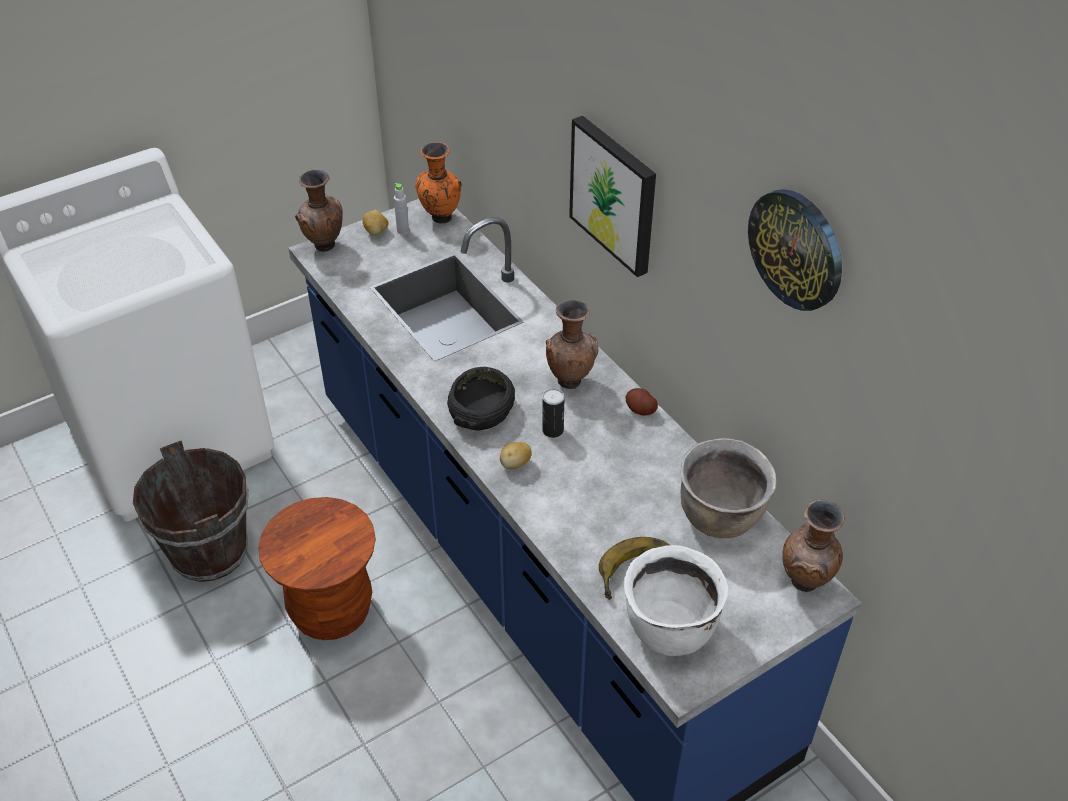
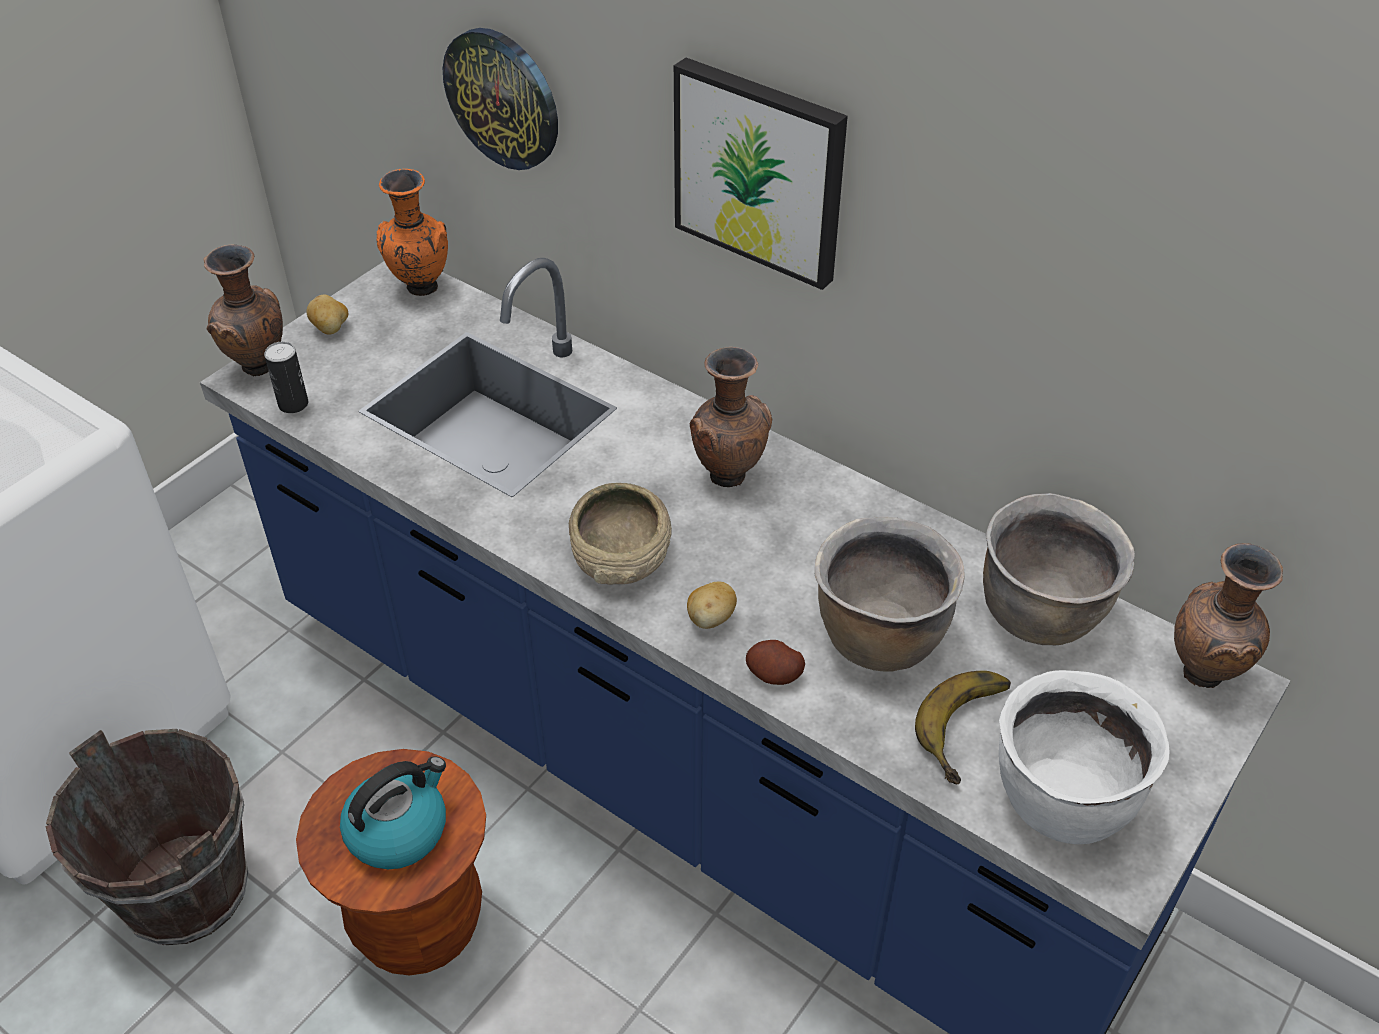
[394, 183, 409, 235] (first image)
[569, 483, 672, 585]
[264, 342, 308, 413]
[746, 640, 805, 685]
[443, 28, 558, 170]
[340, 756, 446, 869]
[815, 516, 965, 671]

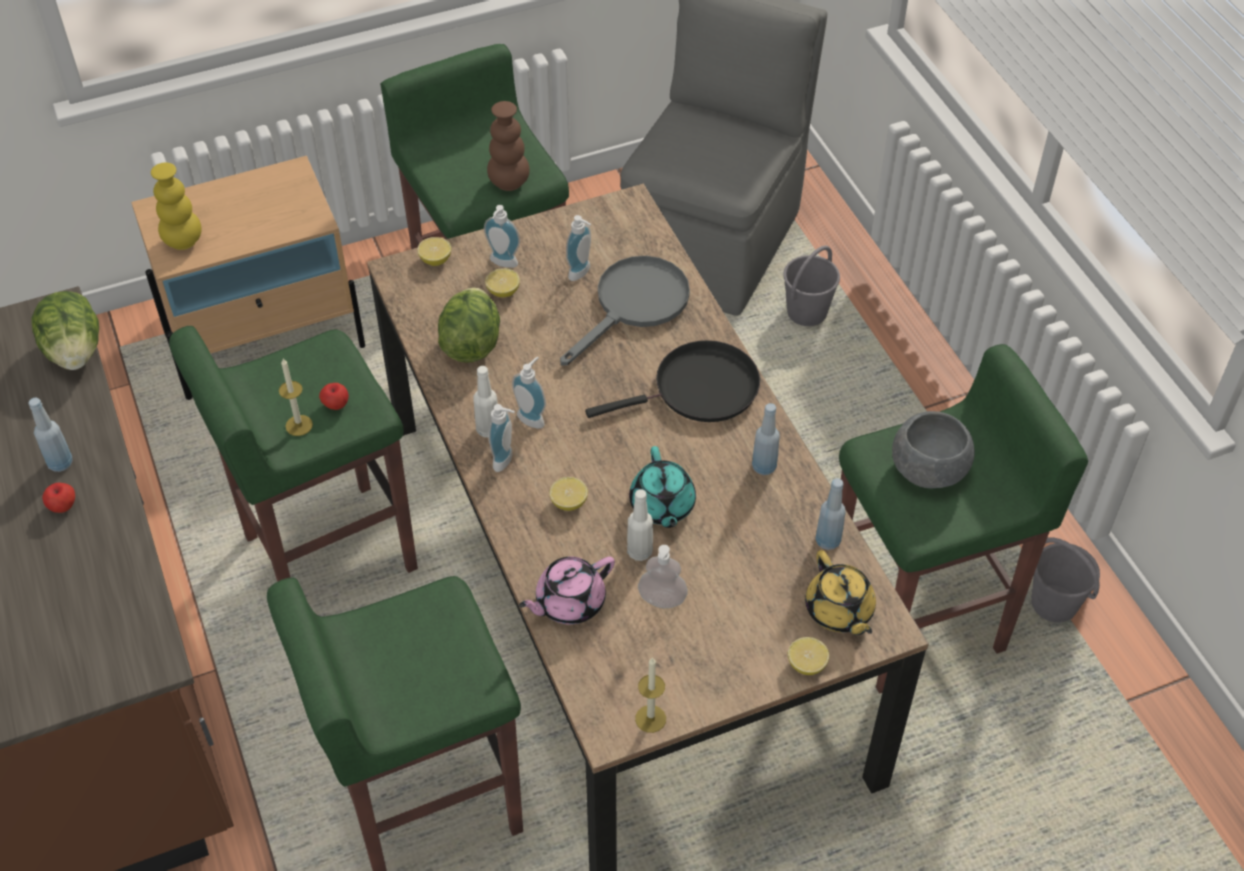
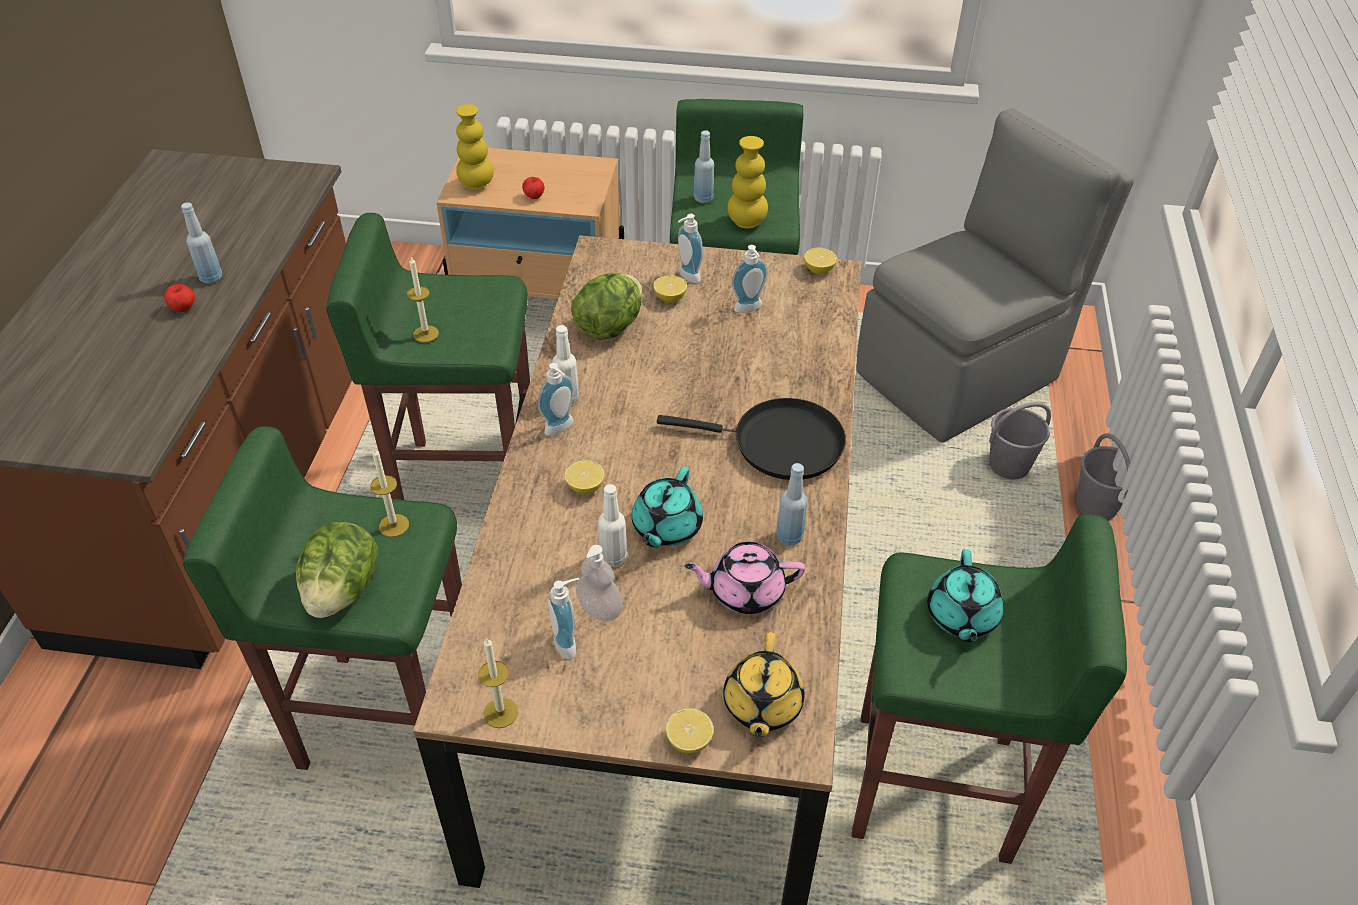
[296, 522, 378, 618]
[522, 177, 545, 199]
[804, 248, 837, 274]
[727, 136, 768, 229]
[548, 578, 579, 659]
[685, 542, 805, 614]
[560, 256, 690, 366] (first image)
[694, 130, 714, 203]
[927, 549, 1004, 642]
[1076, 433, 1130, 520]
[370, 448, 409, 537]

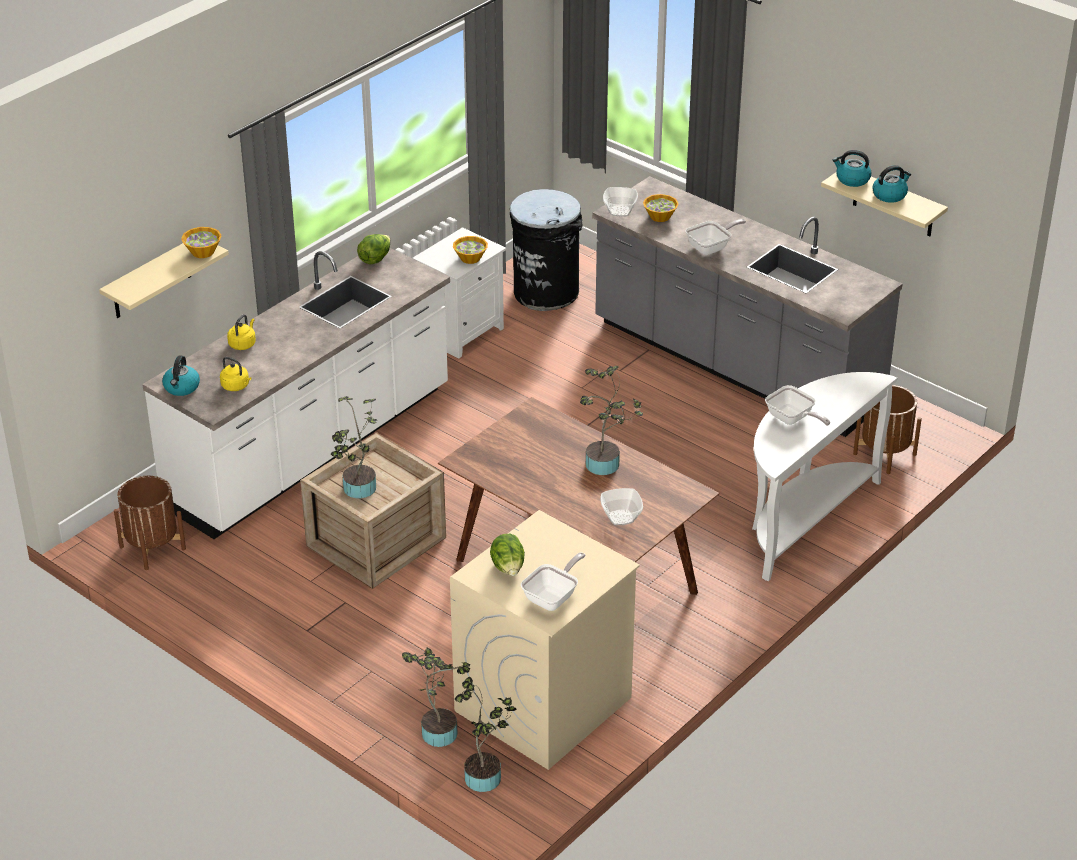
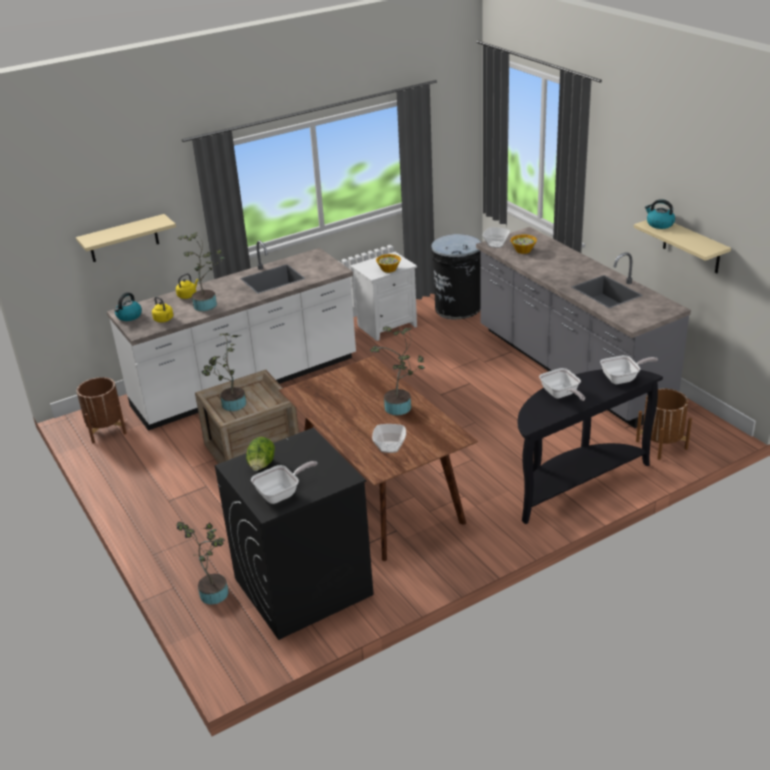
[181, 227, 221, 258] (first image)
[357, 234, 390, 264] (first image)
[215, 428, 374, 640]
[178, 232, 225, 311]
[600, 355, 658, 384]
[518, 369, 663, 524]
[872, 165, 911, 203] (first image)

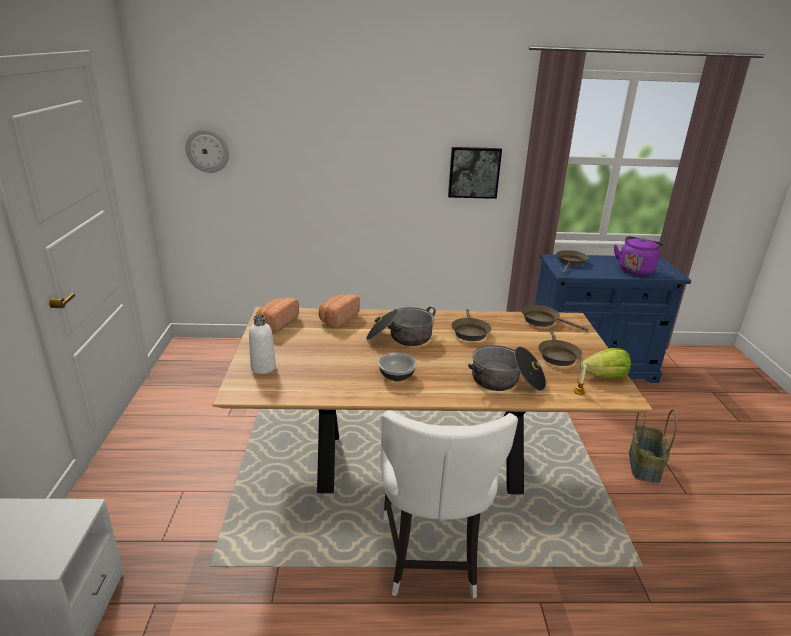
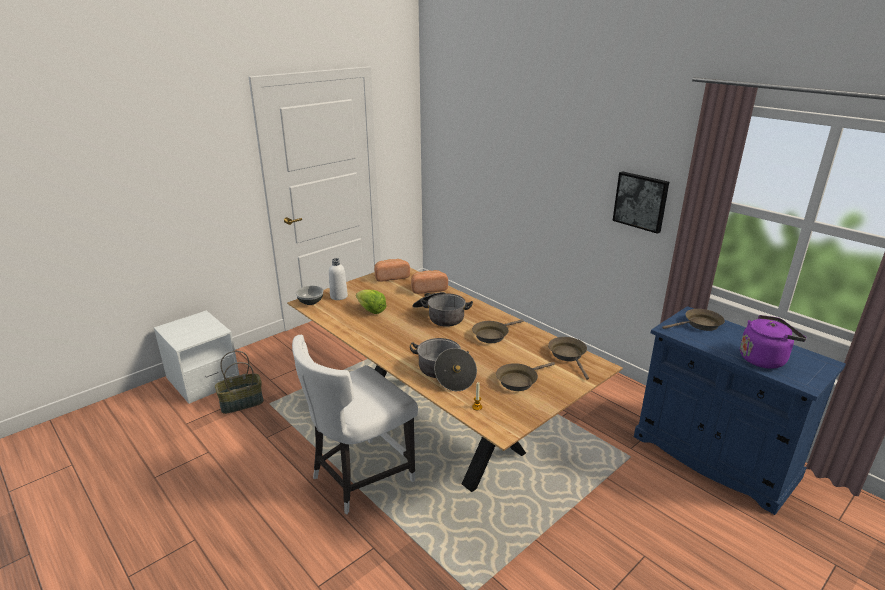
[185, 129, 229, 173] (first image)
[296, 286, 324, 305]
[356, 289, 386, 314]
[215, 351, 264, 414]

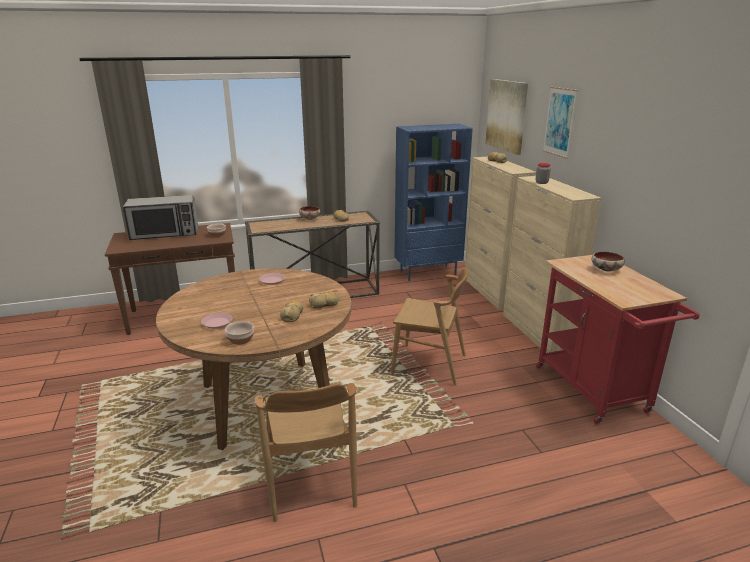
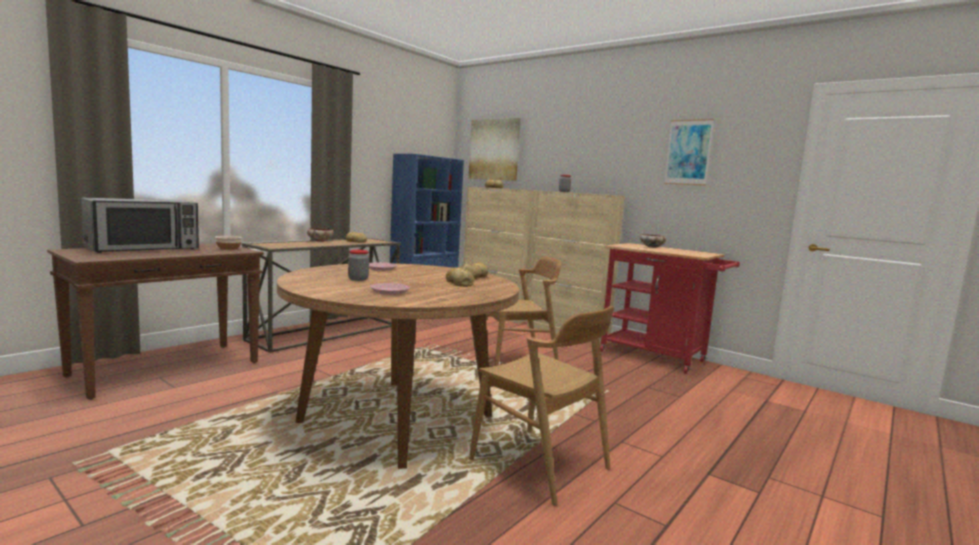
[225, 321, 254, 345] (first image)
[664, 119, 714, 186]
[348, 250, 369, 281]

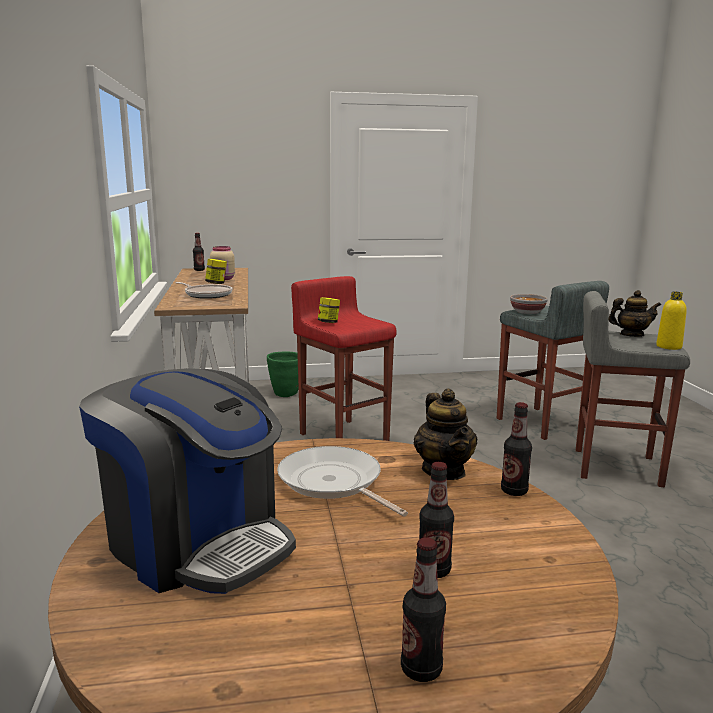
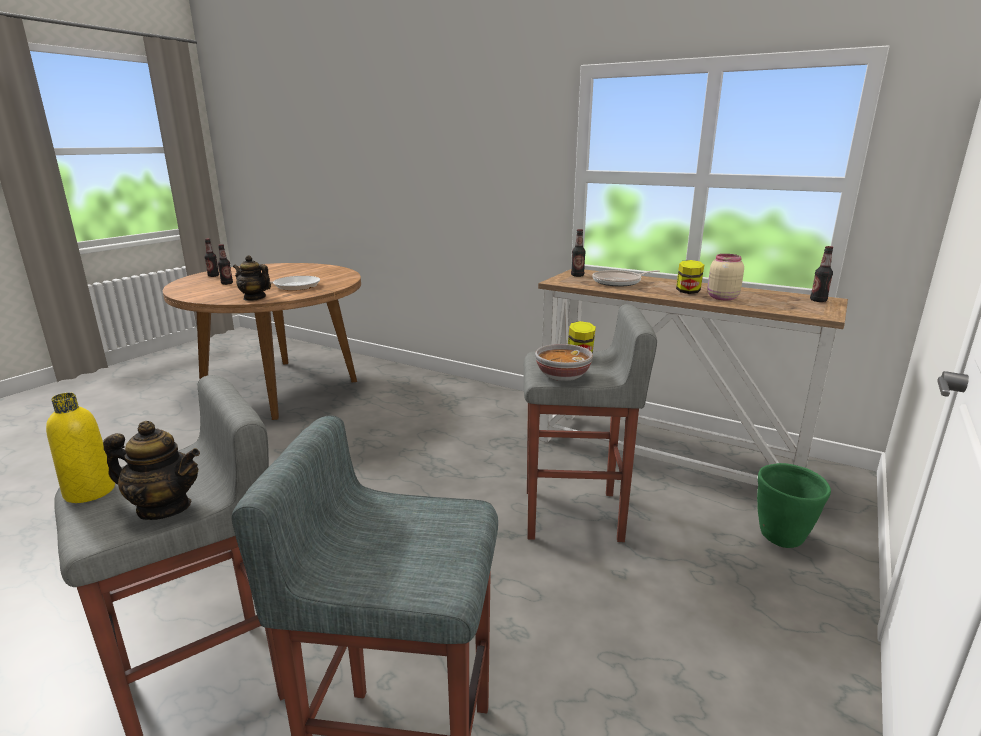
[79, 368, 296, 594] (first image)
[524, 304, 657, 542]
[571, 229, 586, 277]
[535, 344, 593, 381]
[103, 421, 200, 520]

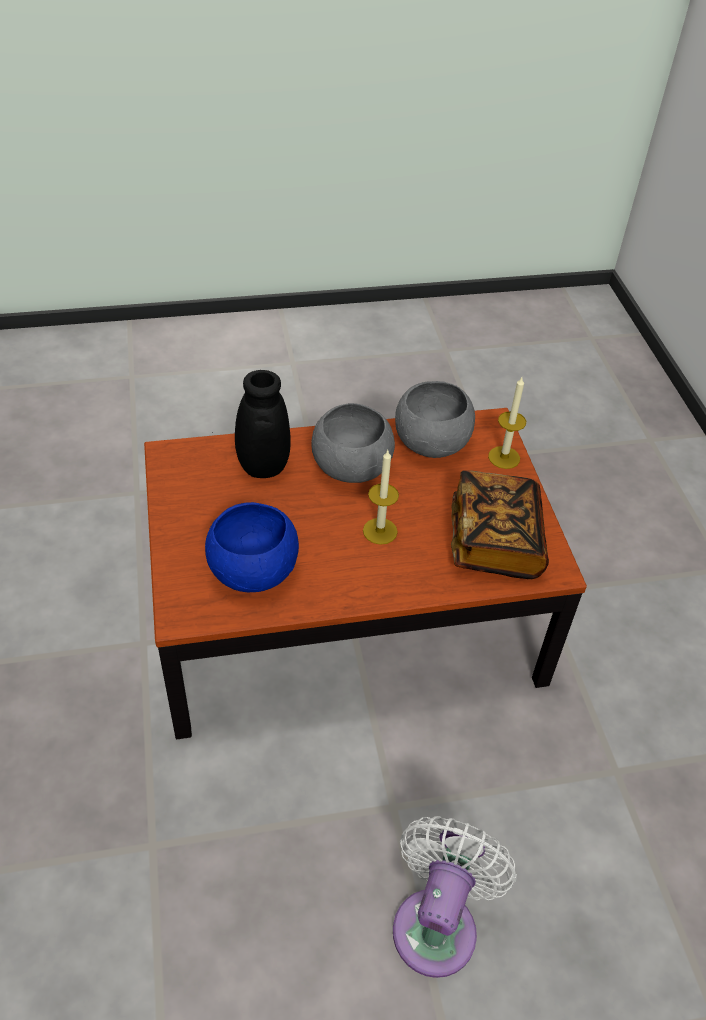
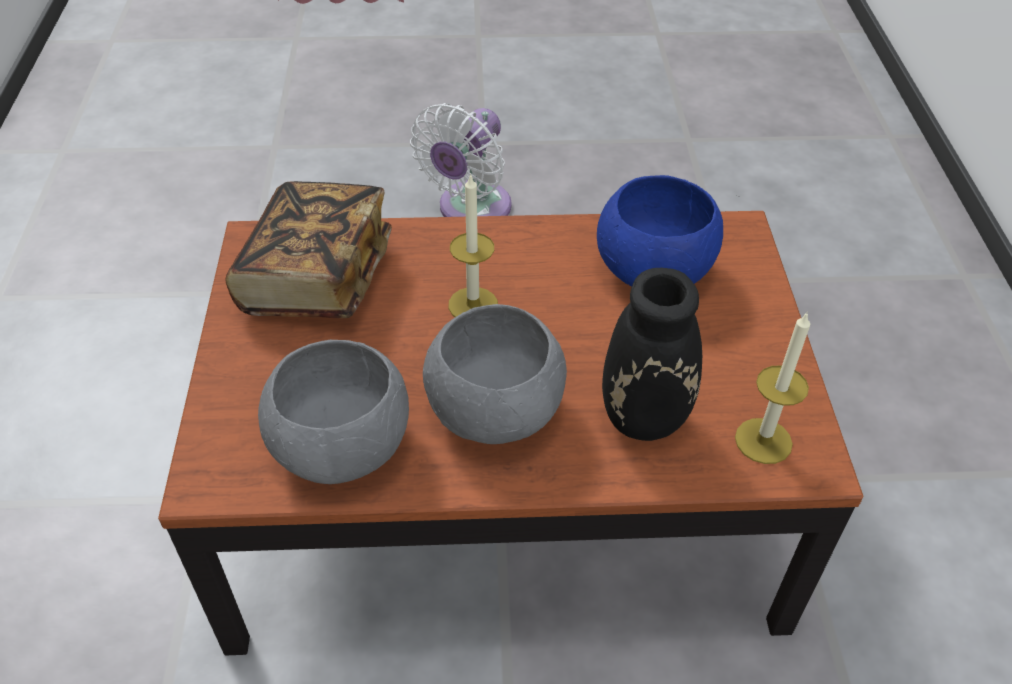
[735, 311, 810, 464]

